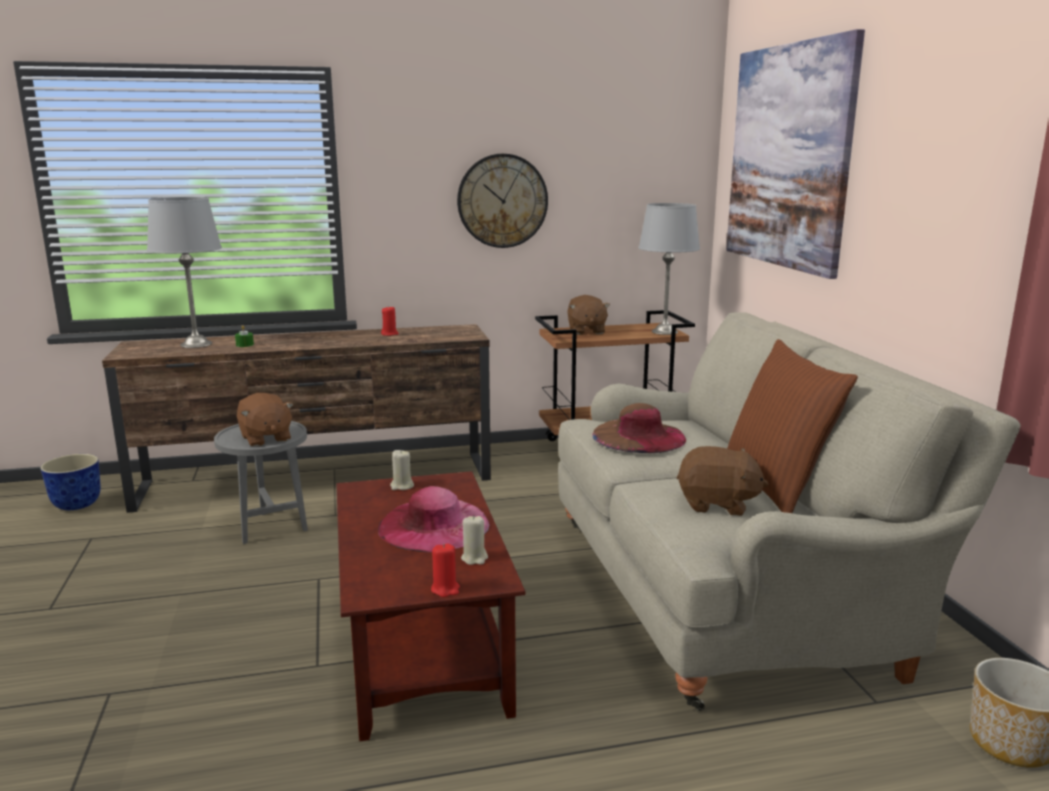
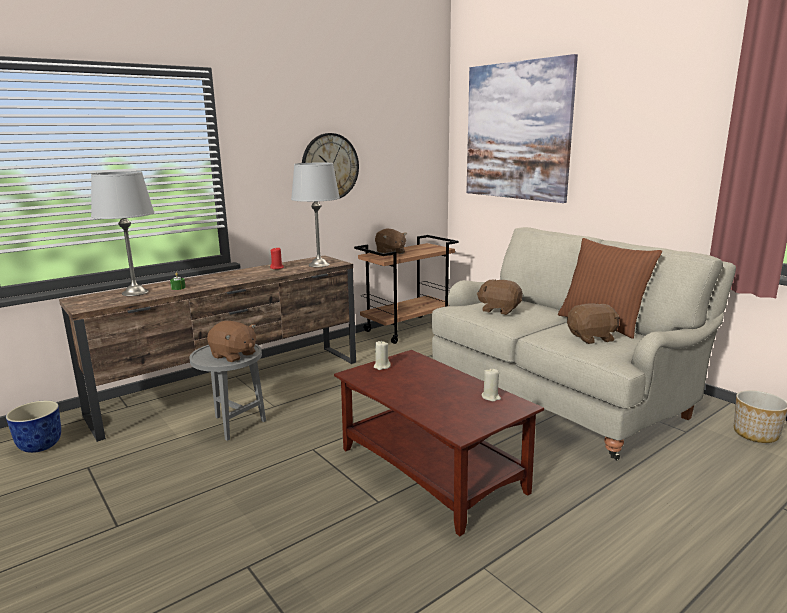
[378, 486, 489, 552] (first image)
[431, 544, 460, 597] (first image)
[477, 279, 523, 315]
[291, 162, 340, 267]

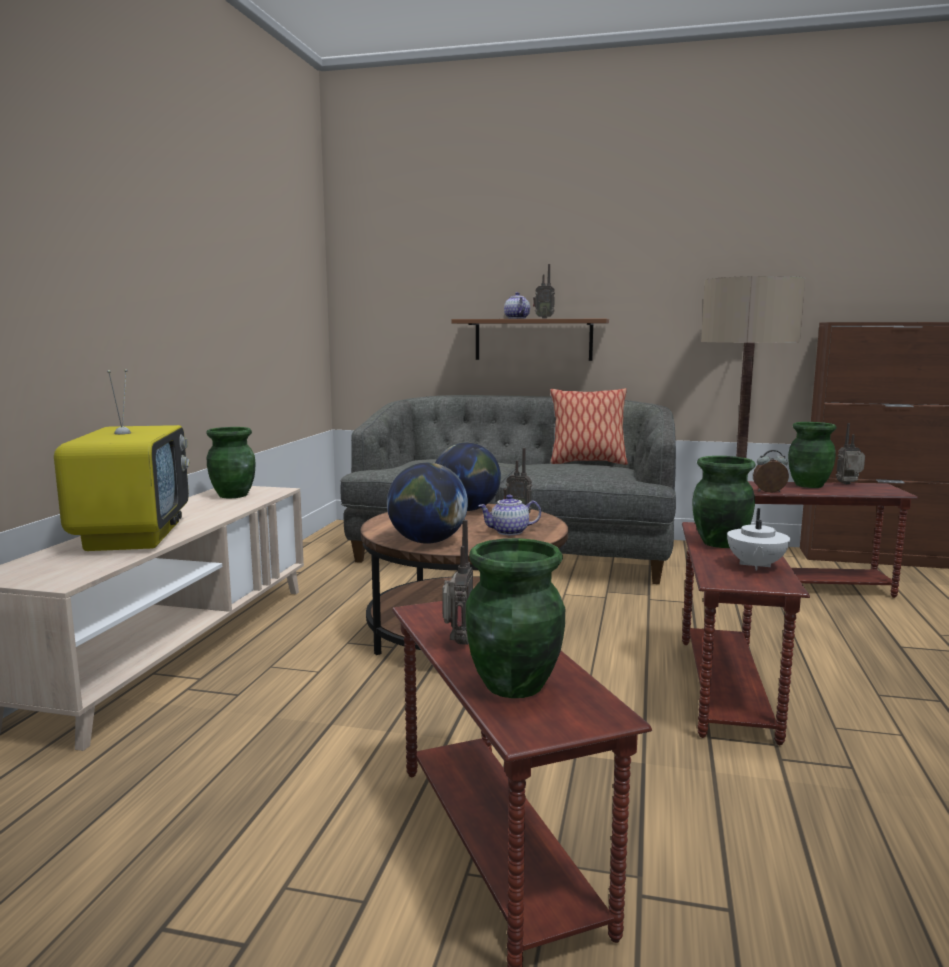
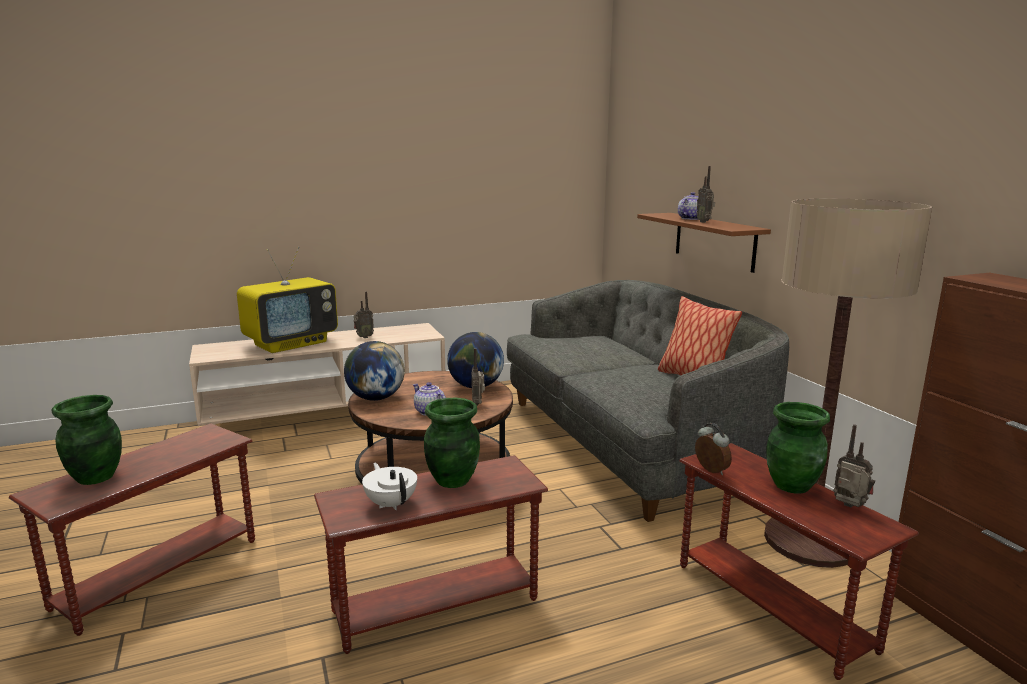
[206, 427, 256, 498] (first image)
[354, 292, 374, 338]
[362, 463, 417, 510]

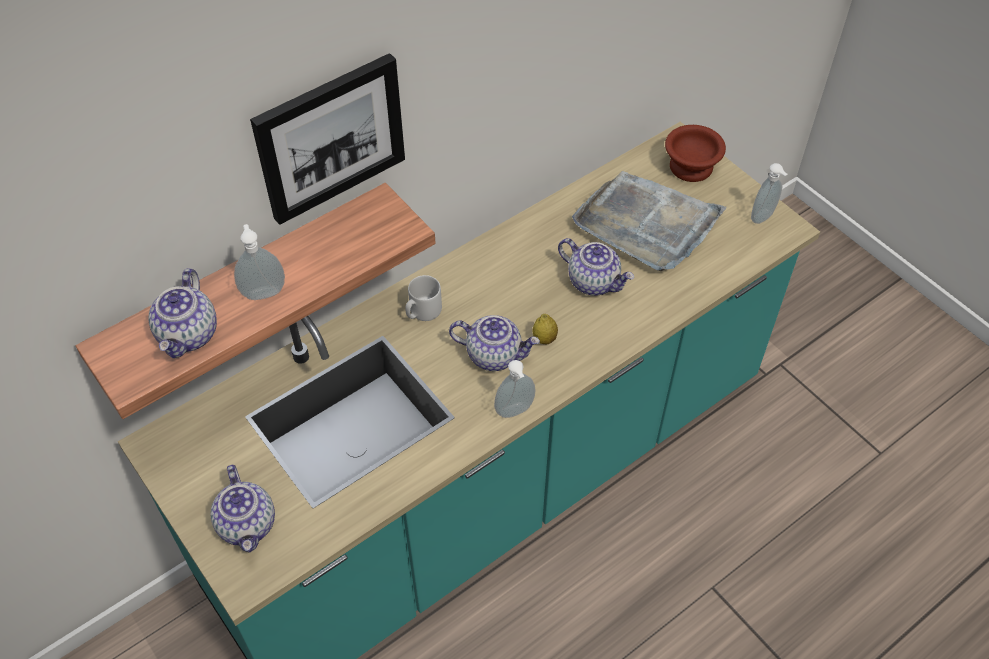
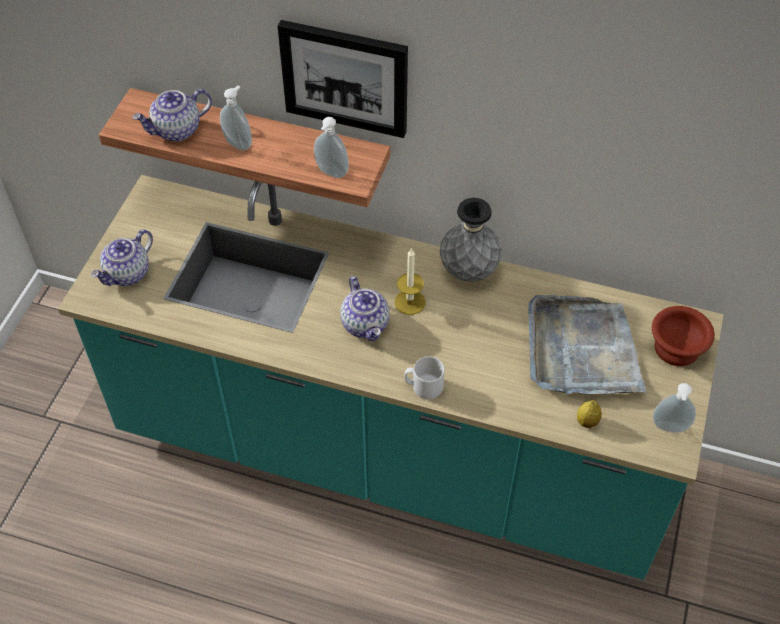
[404, 356, 445, 399]
[314, 117, 349, 178]
[577, 400, 602, 428]
[558, 238, 634, 296] (first image)
[395, 248, 425, 315]
[440, 198, 502, 282]

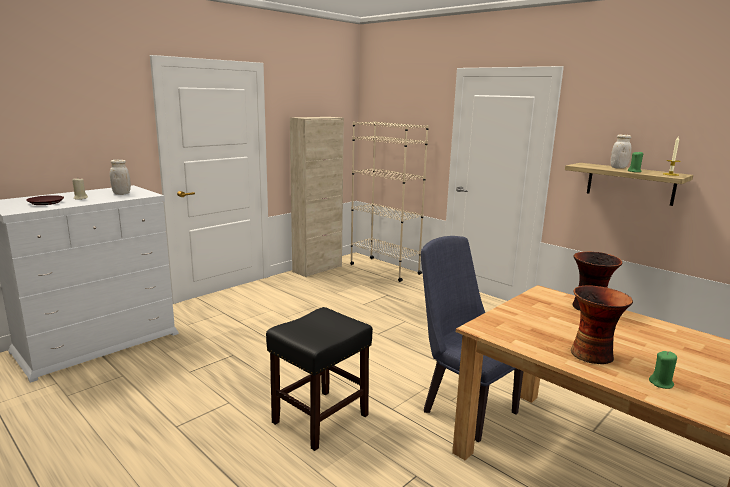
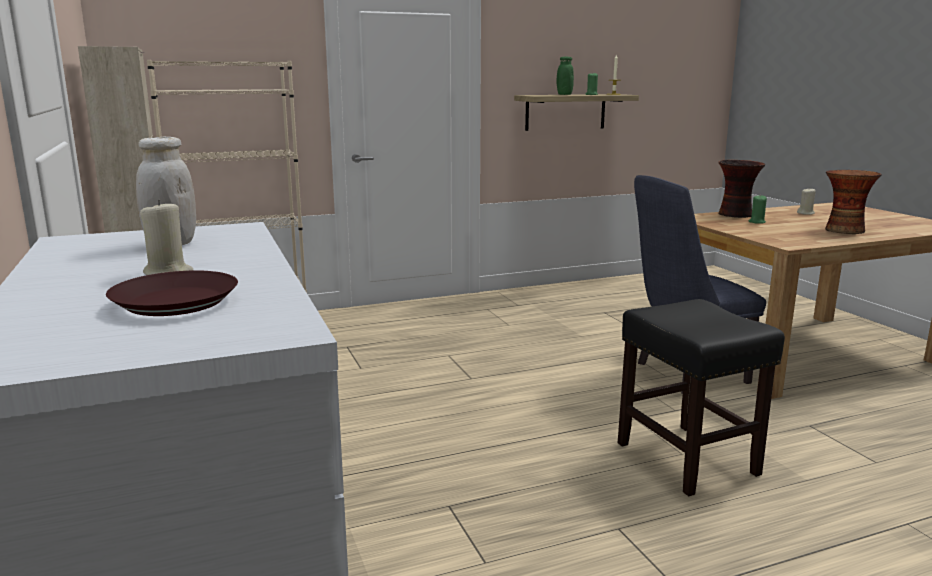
[557, 57, 574, 95]
[749, 196, 767, 224]
[797, 187, 816, 215]

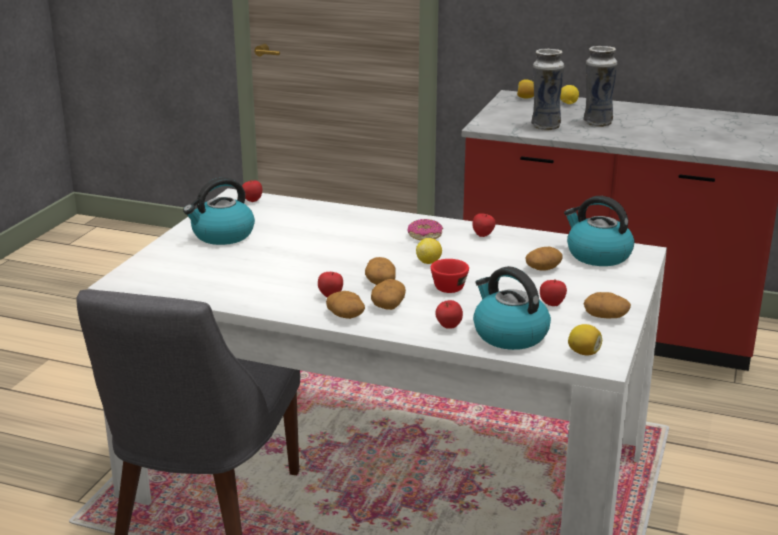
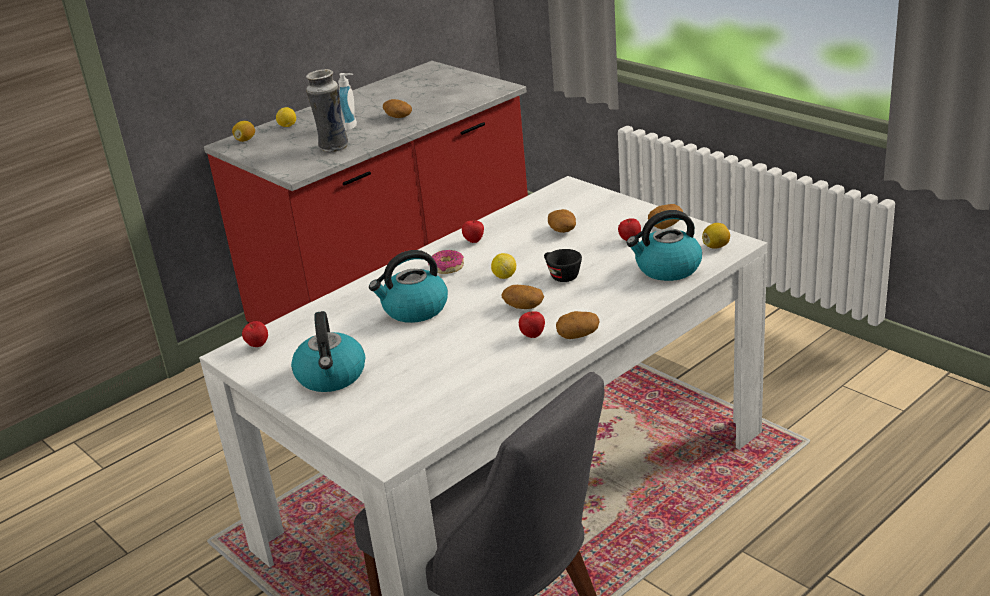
[383, 99, 412, 118]
[544, 249, 582, 282]
[435, 300, 463, 329] (first image)
[369, 250, 448, 323]
[338, 73, 357, 131]

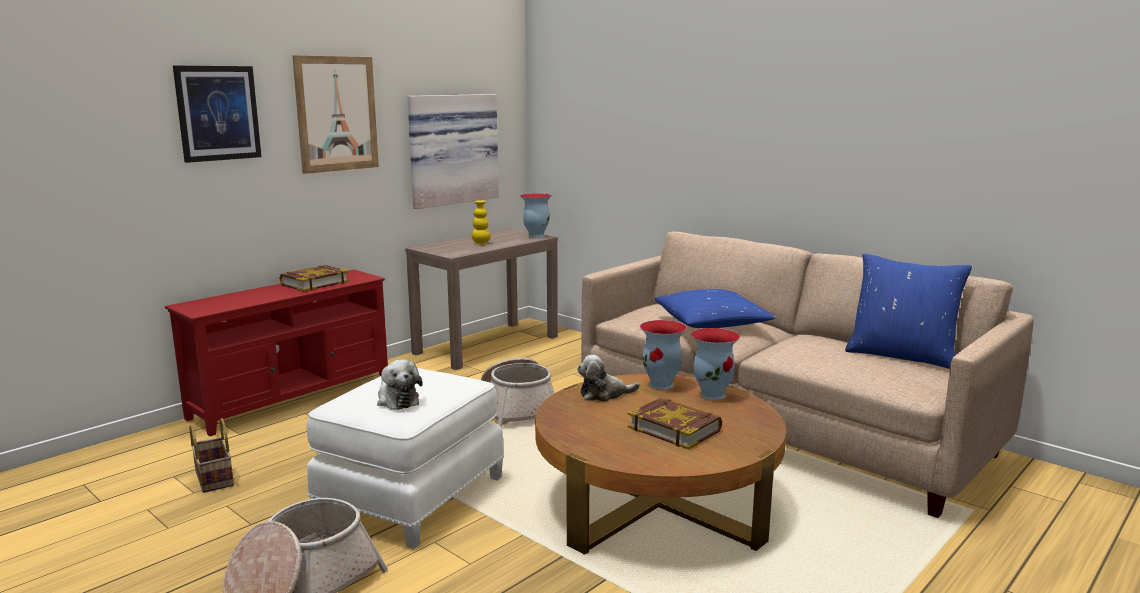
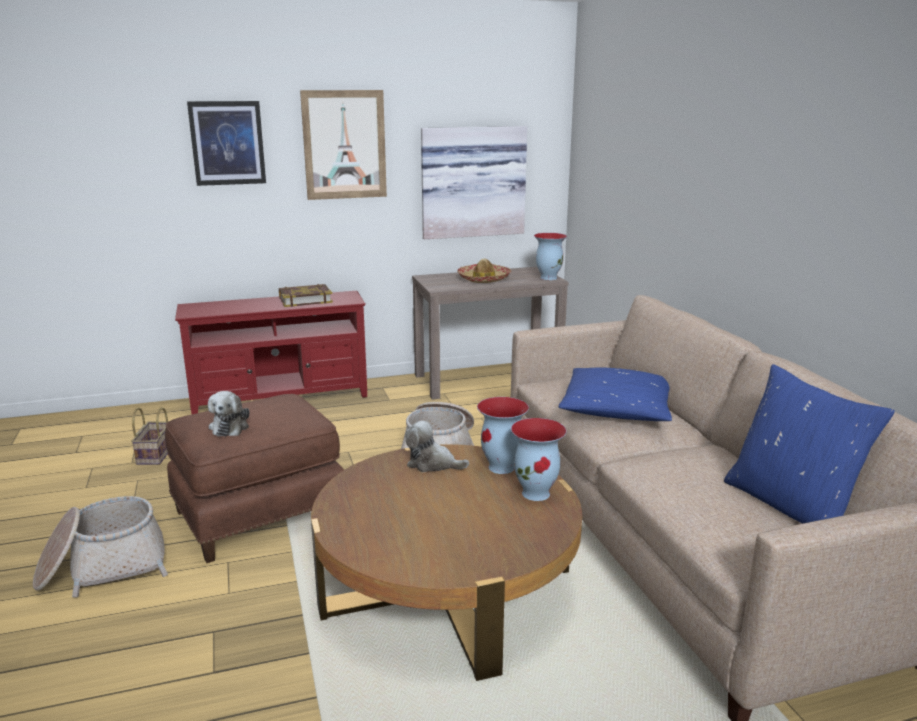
[165, 394, 344, 563]
[457, 258, 511, 283]
[628, 398, 722, 450] (first image)

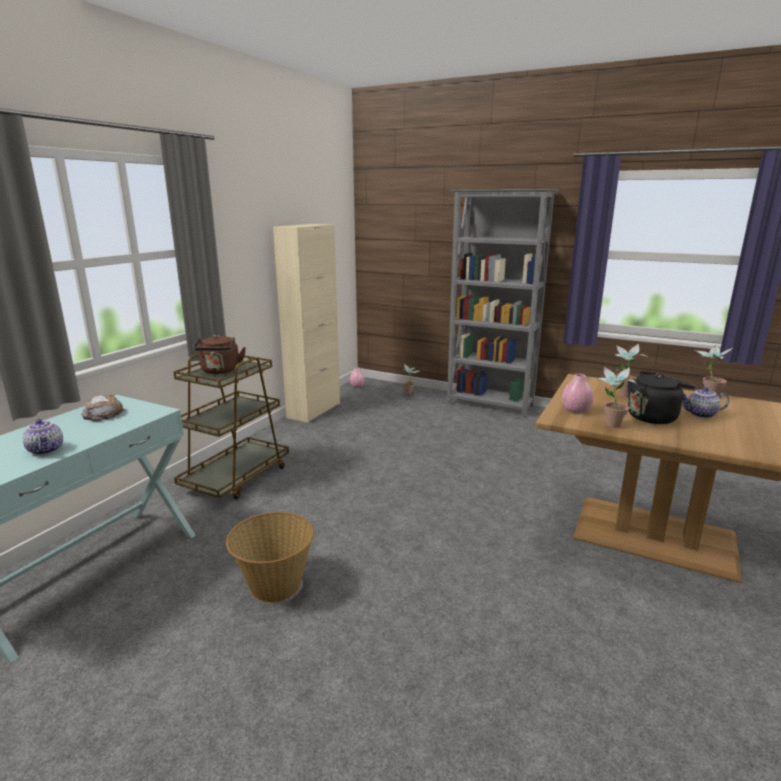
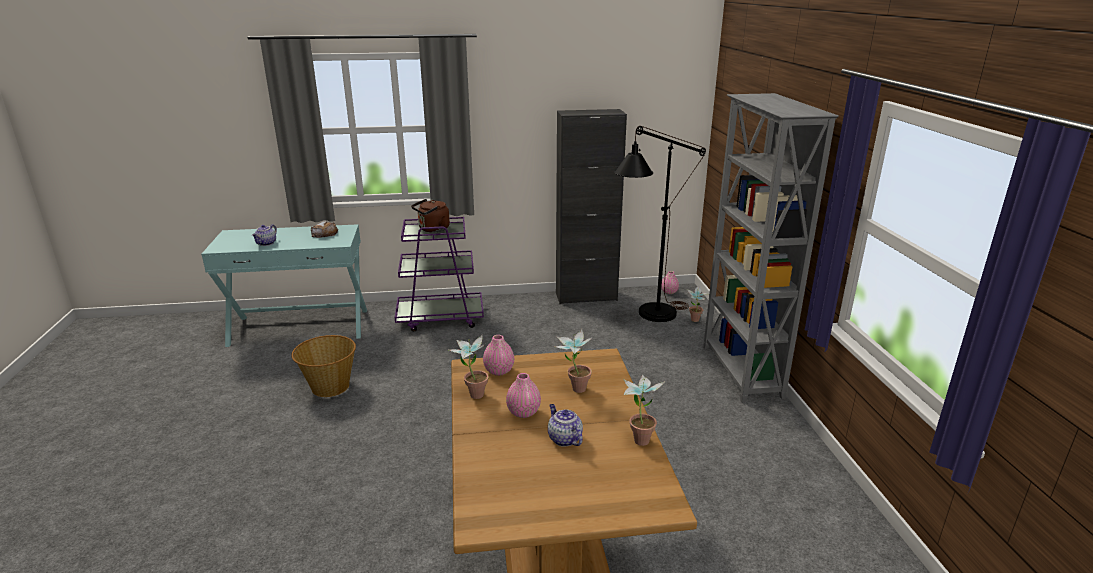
[394, 217, 484, 331]
[556, 109, 627, 304]
[506, 373, 541, 418]
[614, 126, 706, 322]

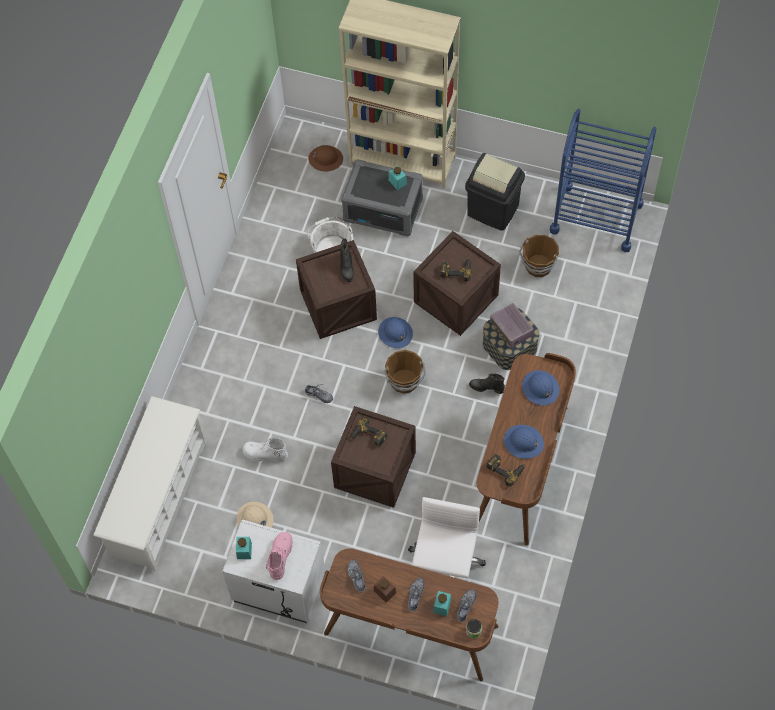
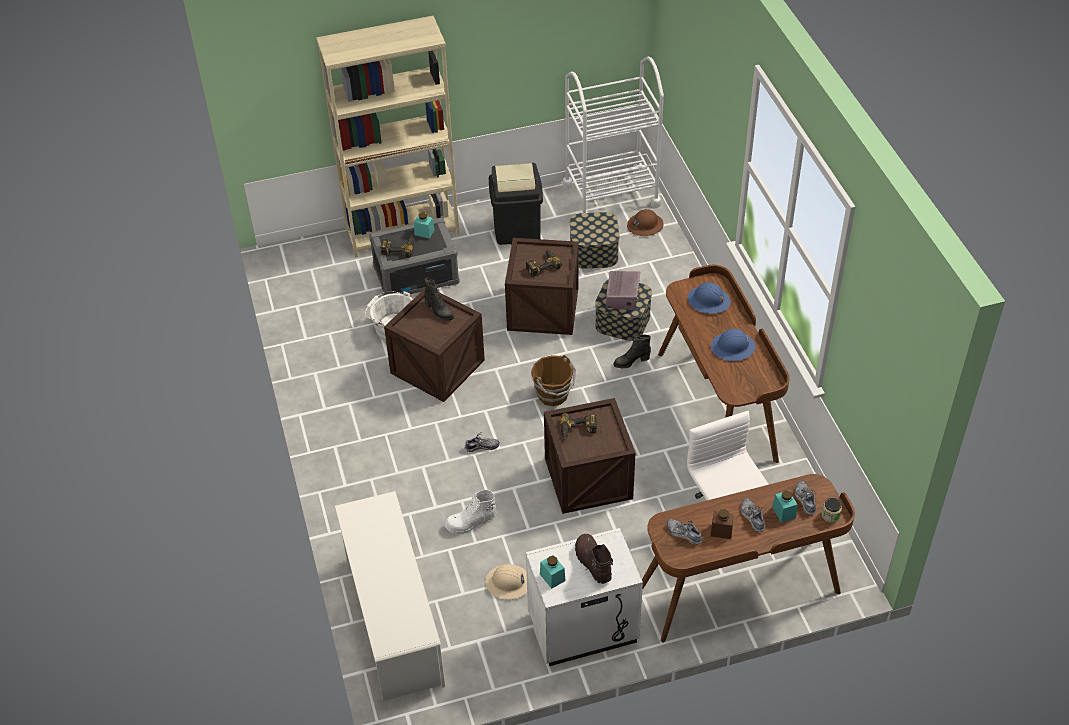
[575, 534, 613, 584]
[627, 209, 664, 236]
[378, 317, 413, 348] (first image)
[380, 237, 414, 258]
[606, 271, 640, 310]
[570, 212, 619, 269]
[563, 57, 664, 213]

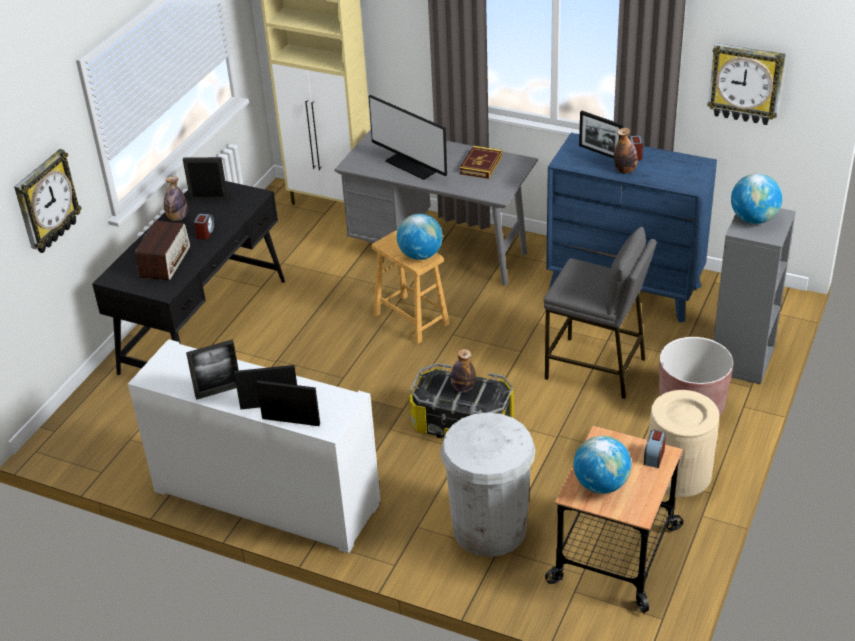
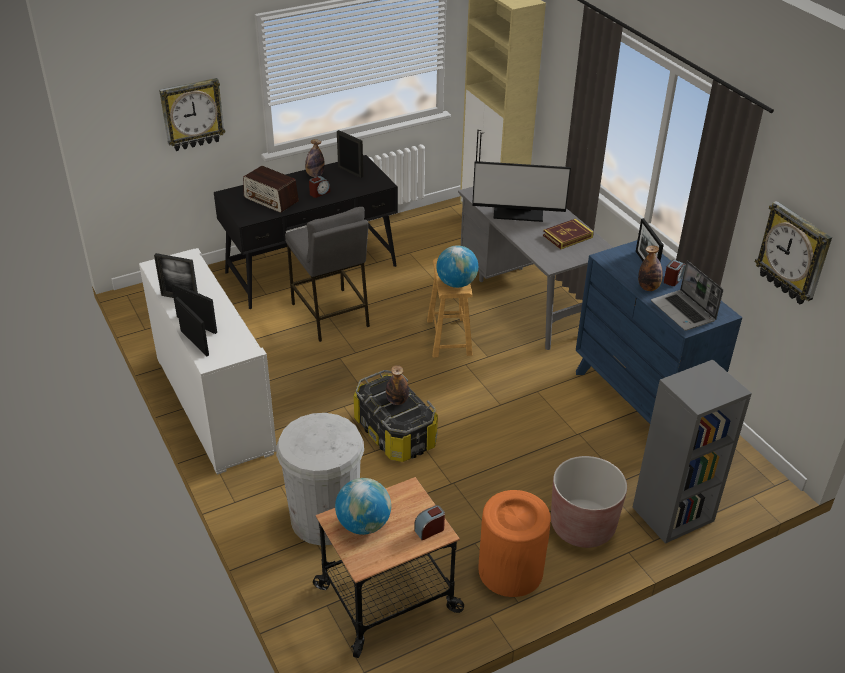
[243, 166, 299, 213]
[472, 161, 571, 222]
[285, 207, 370, 342]
[478, 490, 551, 597]
[731, 173, 782, 224] (first image)
[651, 261, 723, 331]

